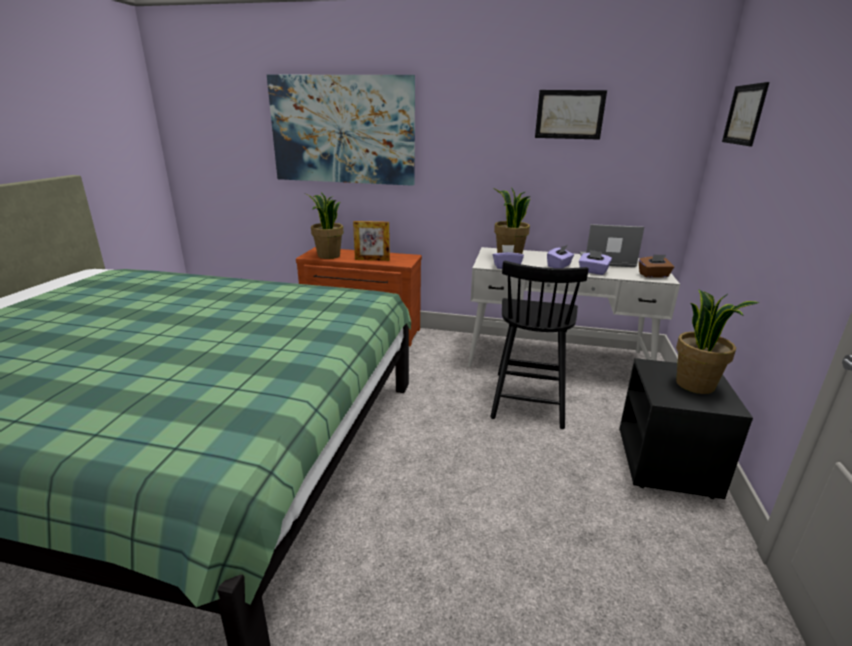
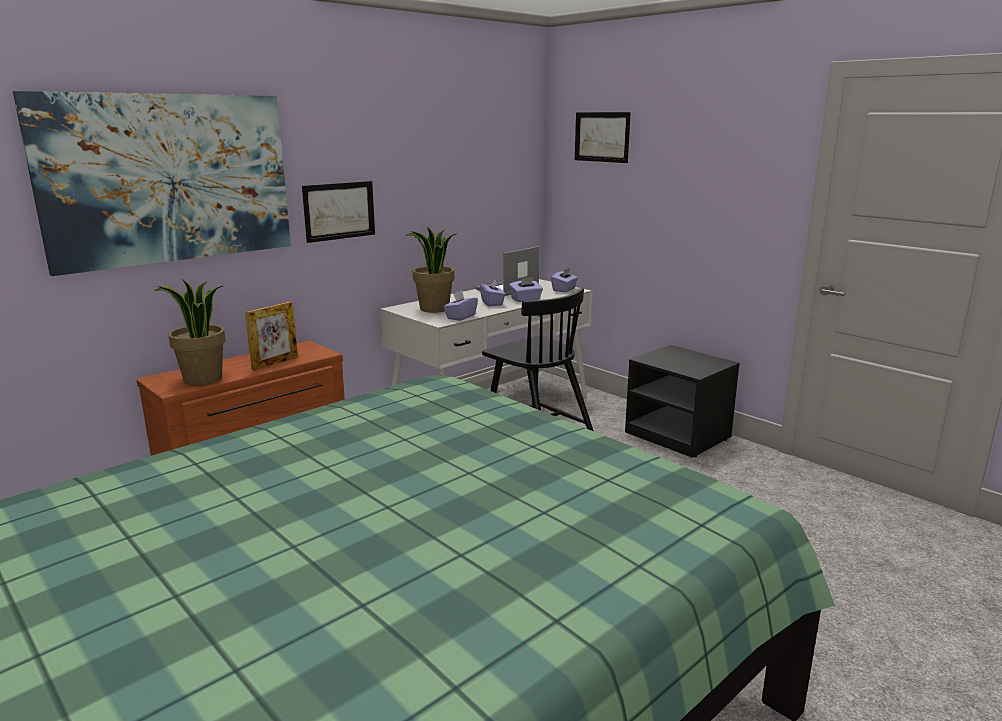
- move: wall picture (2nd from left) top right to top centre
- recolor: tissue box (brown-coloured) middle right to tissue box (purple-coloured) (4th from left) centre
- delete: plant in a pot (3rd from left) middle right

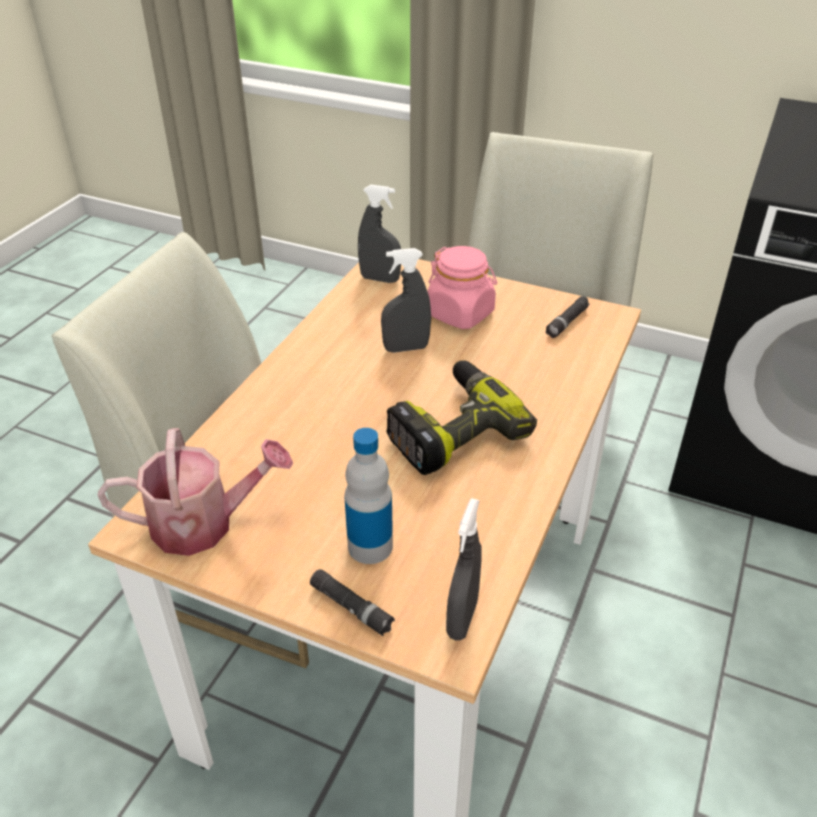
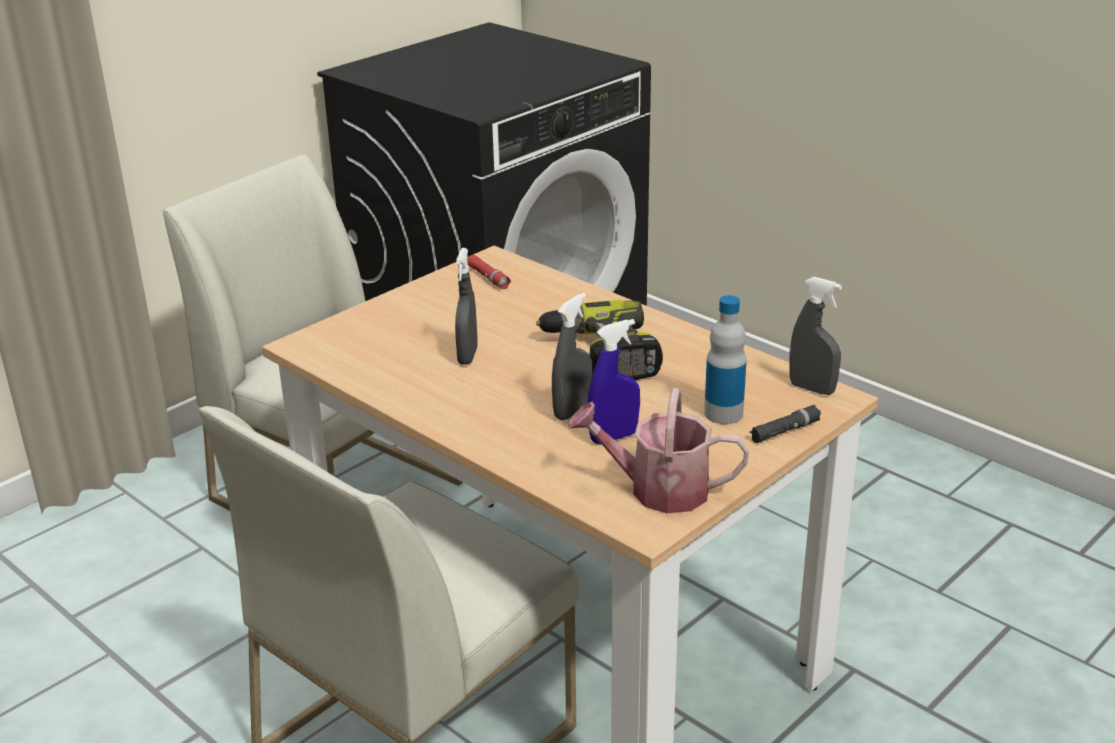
- rotate: sprinkling can middle left = centre 90 degrees counterclockwise
- move: sprayer (grey) (1st from left in the first image) top centre to sprayer (grey) (2nd from left) centre
- delete: jar (pink-coloured) centre
- recolor: flashlight (black) (2nd from left) middle right to flashlight (red) centre
- insert: sprayer (bluish) centre

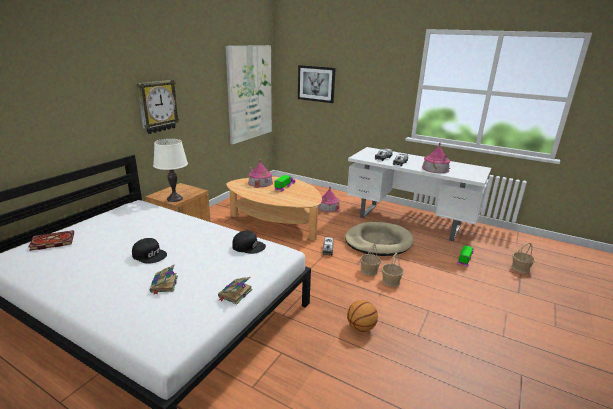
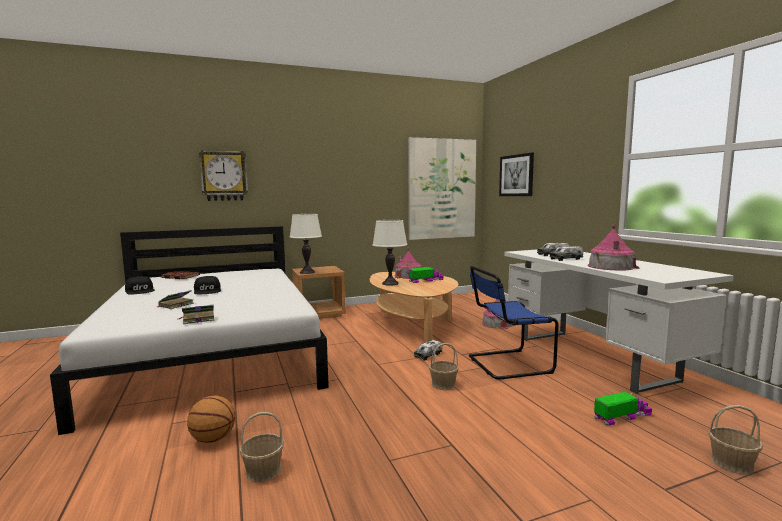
- move: clock on the wall top left to middle left
- move: cap (black) (2nd from left in the first image) centre to cap (black) (1st from left) middle left
- replace: pet bed (sand-coloured) centre to chair (bluish) centre
- move: basketball bottom centre to bottom left
- move: basket (2nd from left in the first image) centre to basket (1st from left) bottom centre
- insert: tabletop lamp (white-coloured) (2nd from left) centre

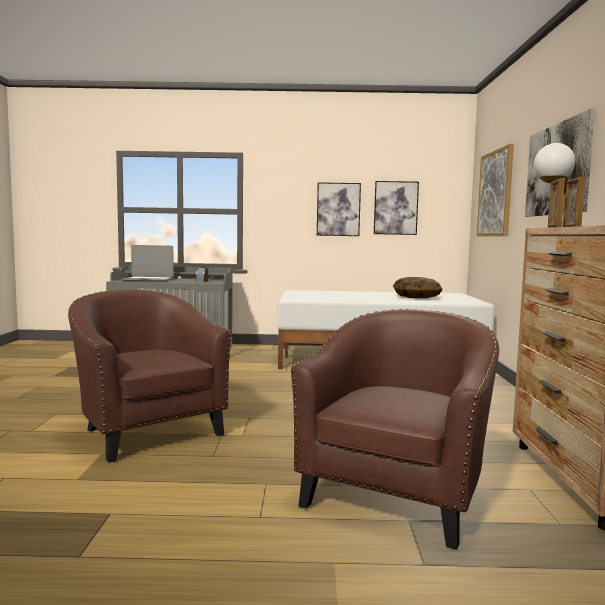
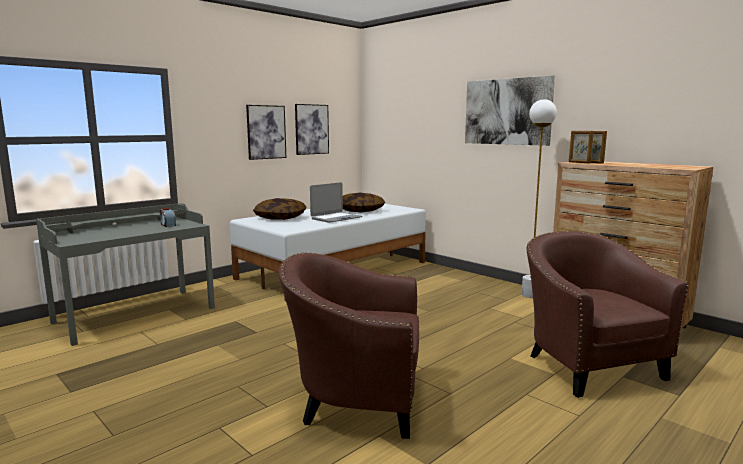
- move: laptop middle left to centre
- delete: wall picture (3rd from left) top right
- insert: pillow (1st from left) centre

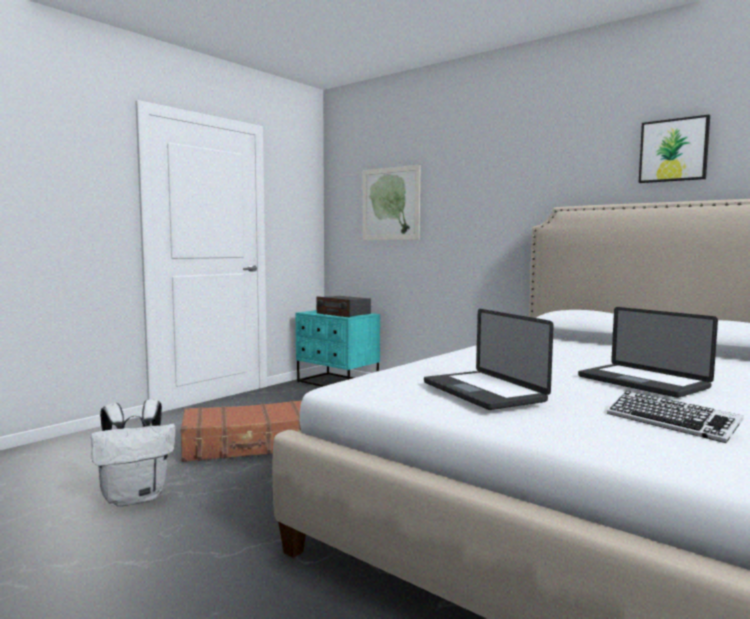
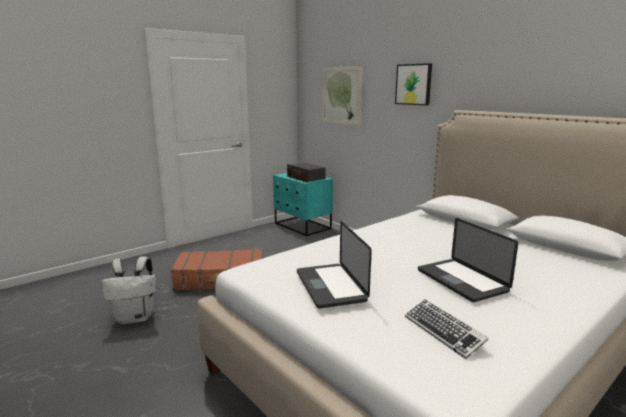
- move: wall picture (2nd from left) top right to top centre

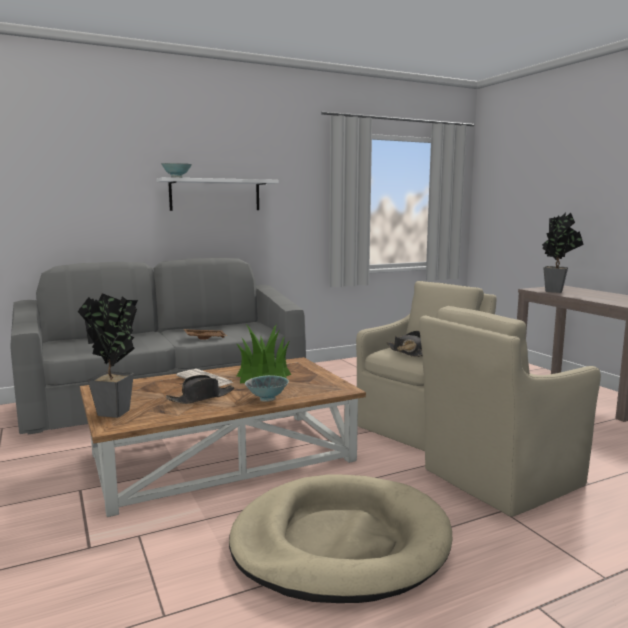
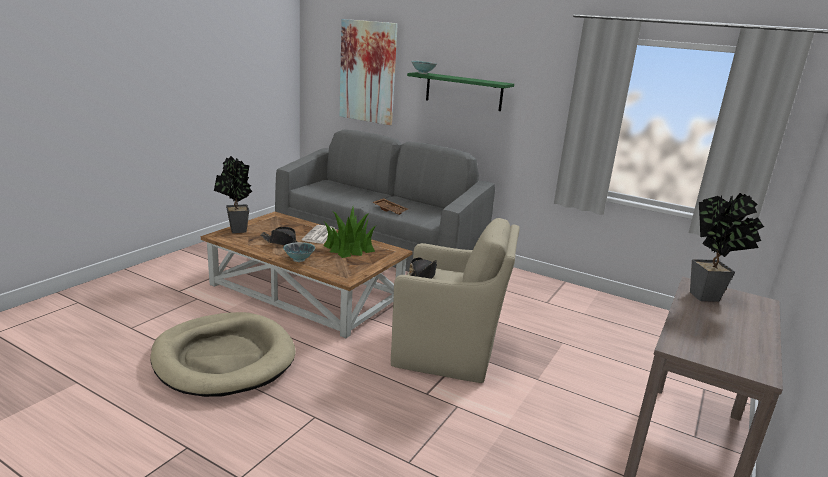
- recolor: bracket shelf (white-coloured) top centre to bracket shelf (greenish) top centre
- delete: armchair (sand-coloured) (2nd from left) middle right
- insert: wall picture top centre

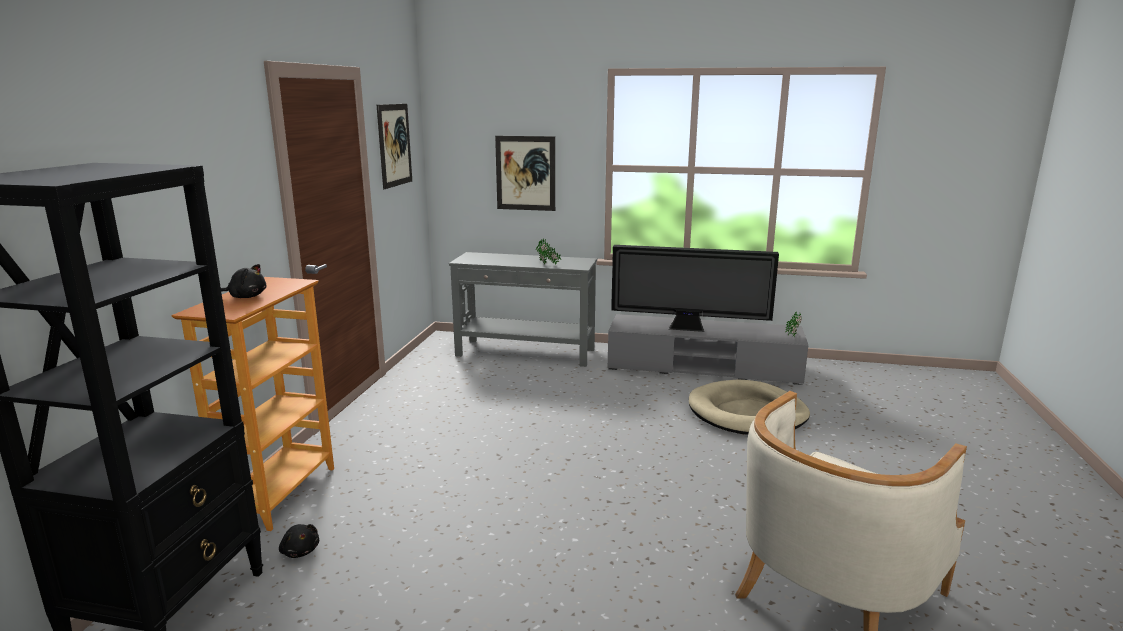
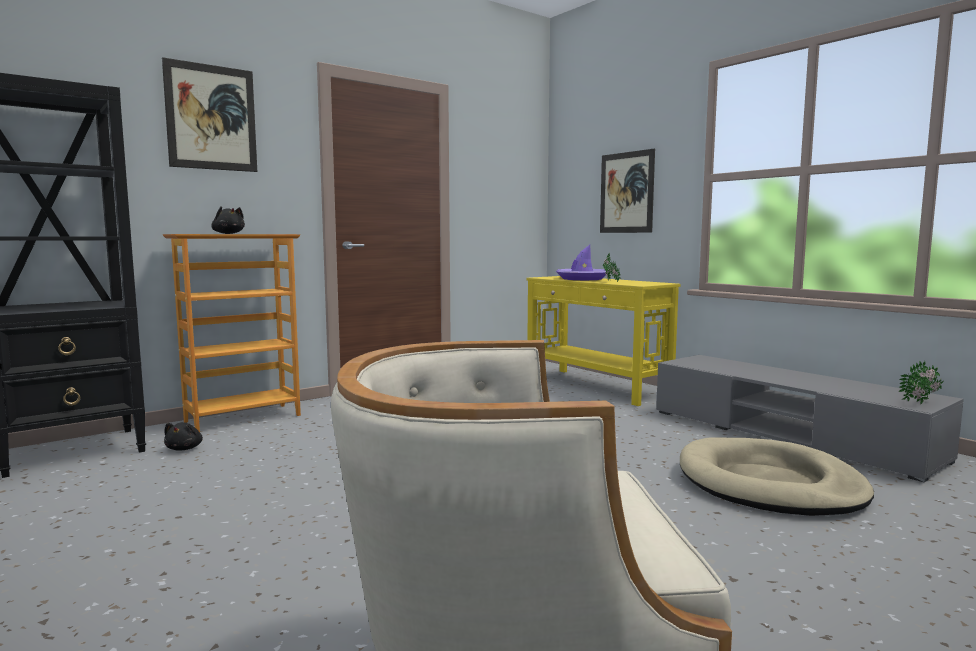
- move: wall picture (1st from left) top centre to top left
- recolor: console table (grey) centre to console table (yellow) centre
- delete: TV centre
- insert: wearable hat (purple-coloured) centre

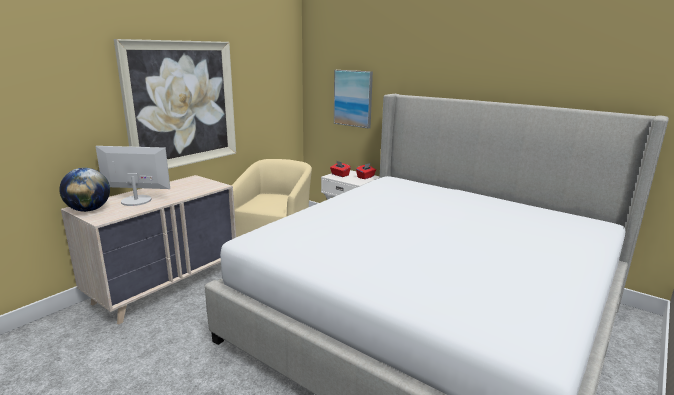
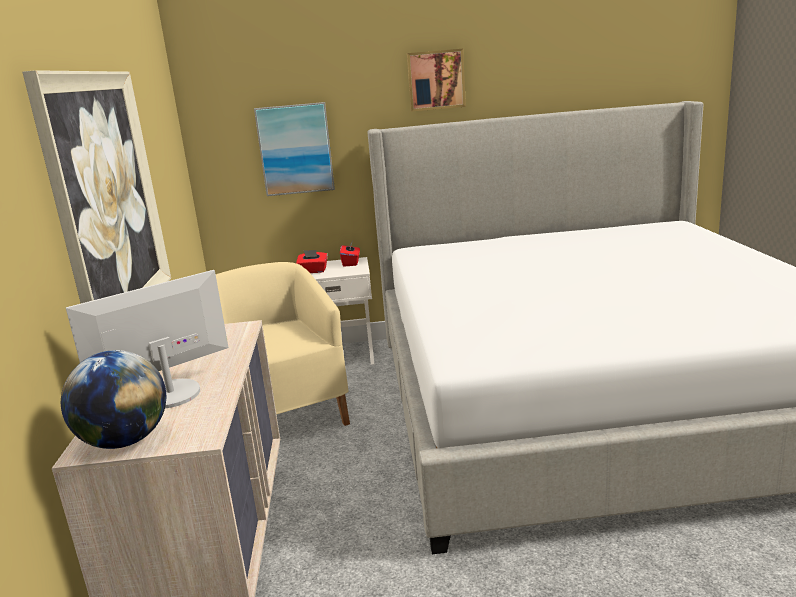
- insert: wall picture (3rd from left) top centre

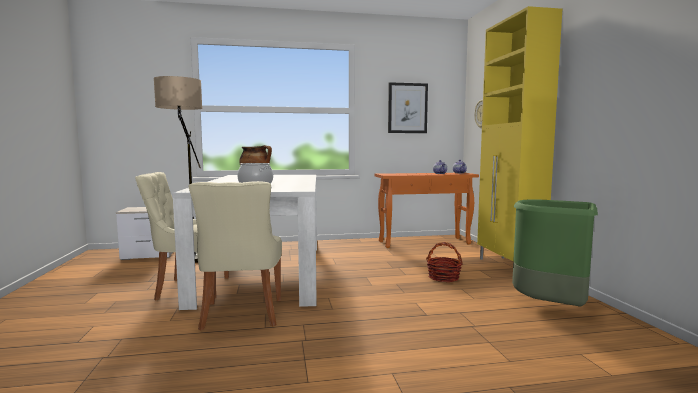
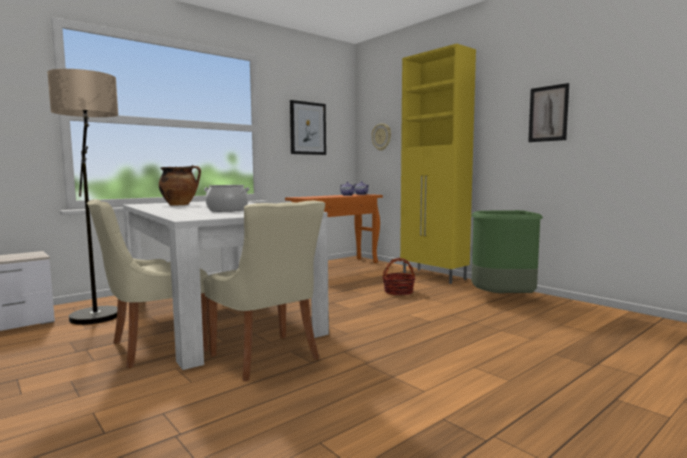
- insert: wall picture (2nd from left) top right

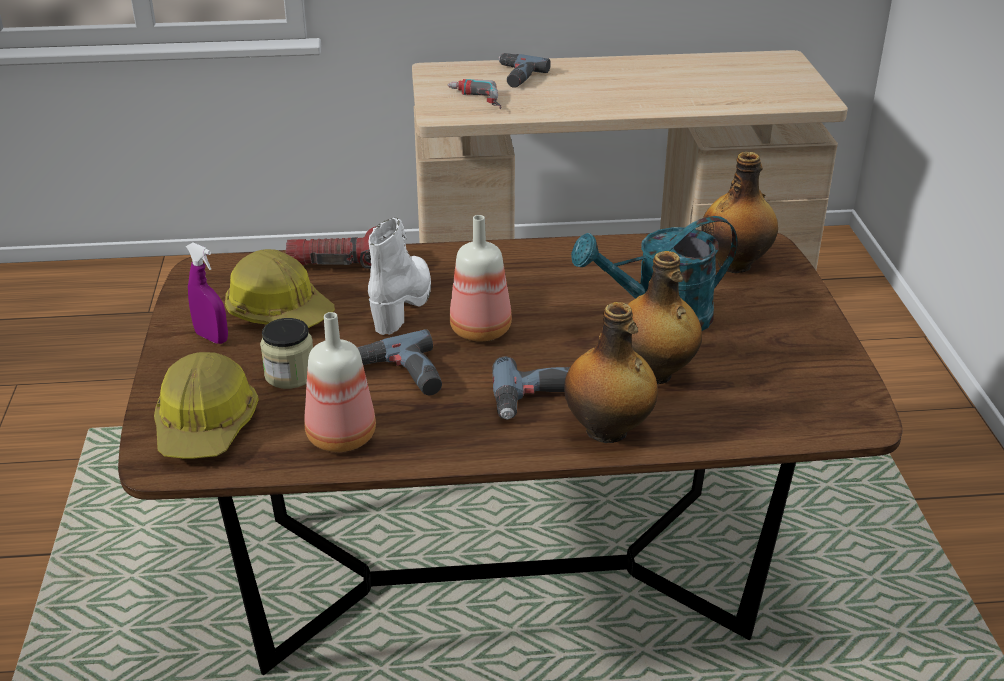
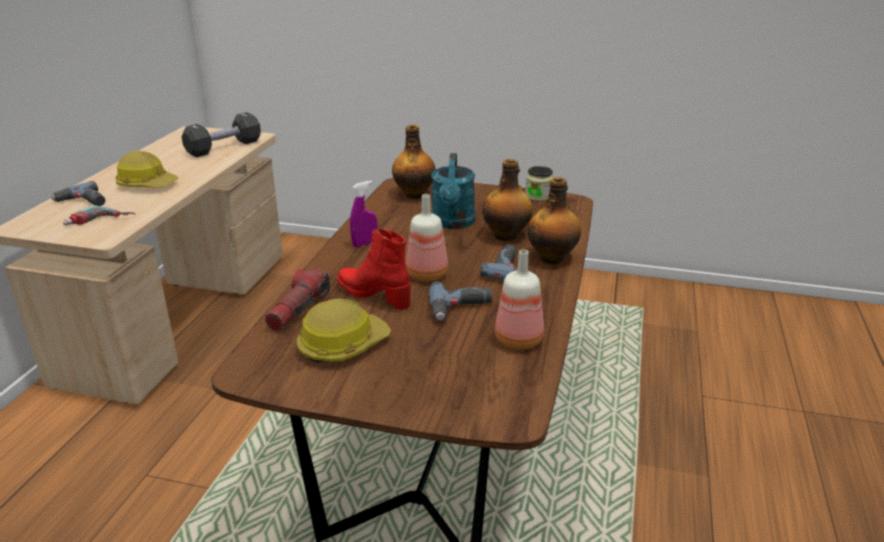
- move: safety helmet (1st from left) middle left to top left
- move: sprayer (purple-coloured) middle left to centre
- move: jar middle left to centre
- recolor: boot (white-coloured) centre to boot (red) centre
- insert: dumbbell (black) top left

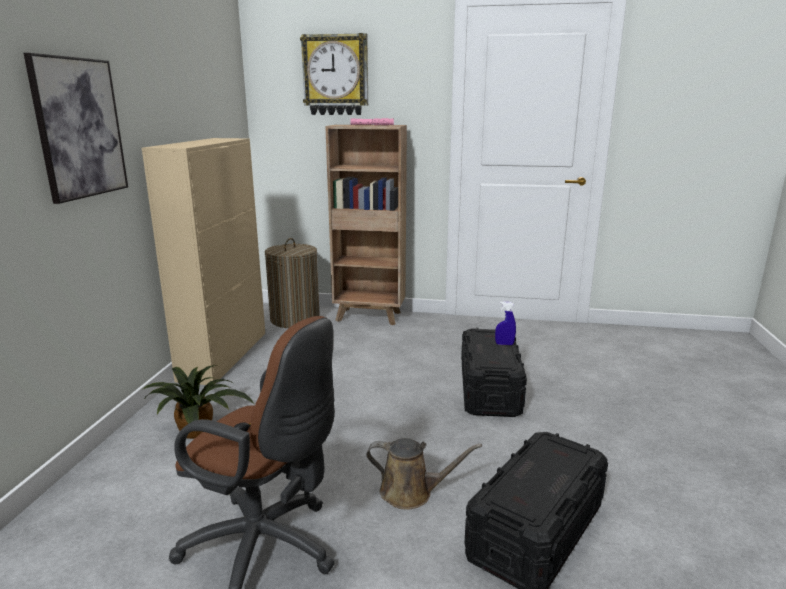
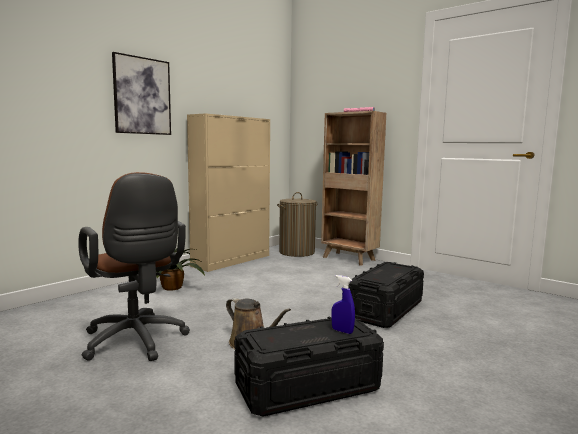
- delete: clock on the wall top centre
- move: sprayer (bluish) centre to bottom centre

